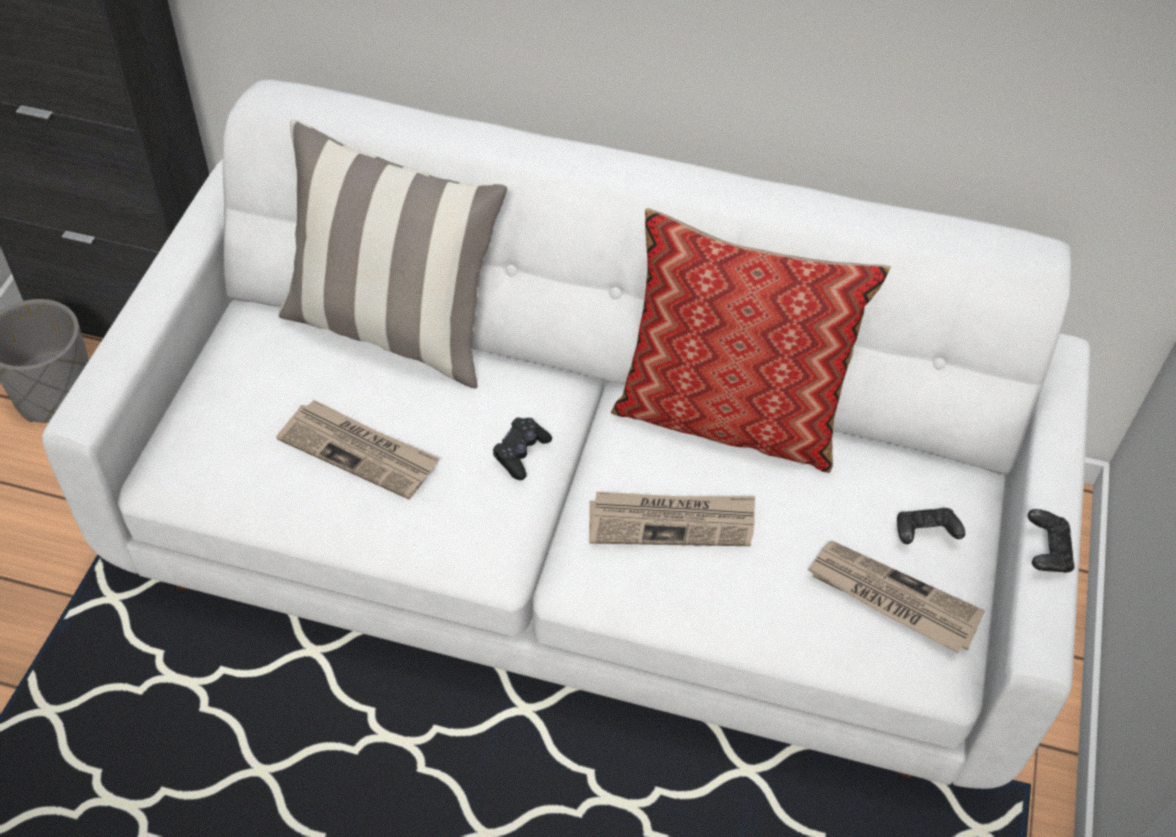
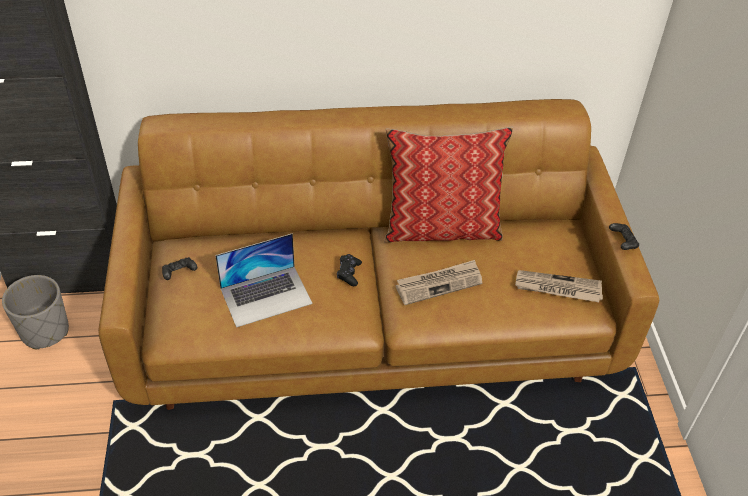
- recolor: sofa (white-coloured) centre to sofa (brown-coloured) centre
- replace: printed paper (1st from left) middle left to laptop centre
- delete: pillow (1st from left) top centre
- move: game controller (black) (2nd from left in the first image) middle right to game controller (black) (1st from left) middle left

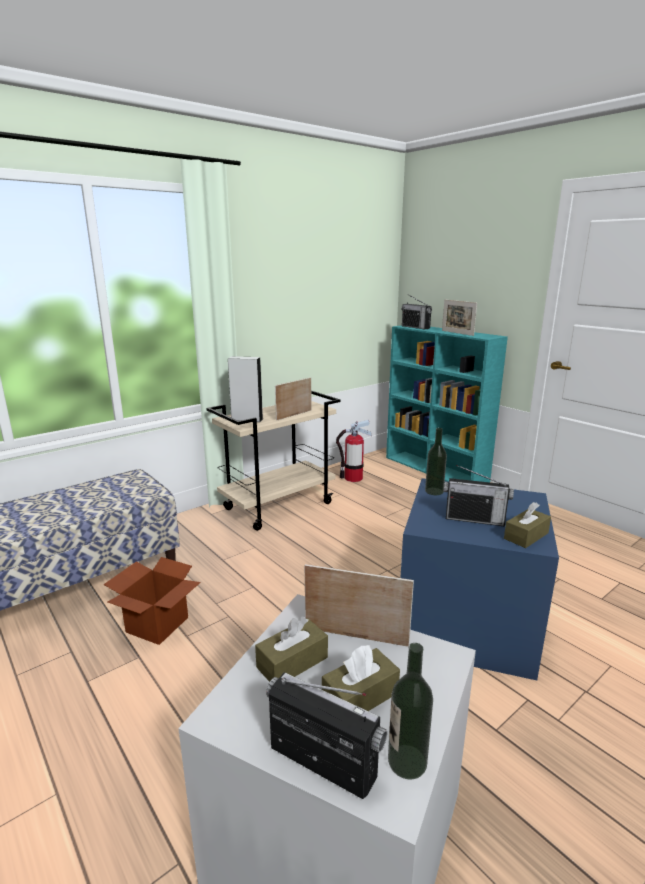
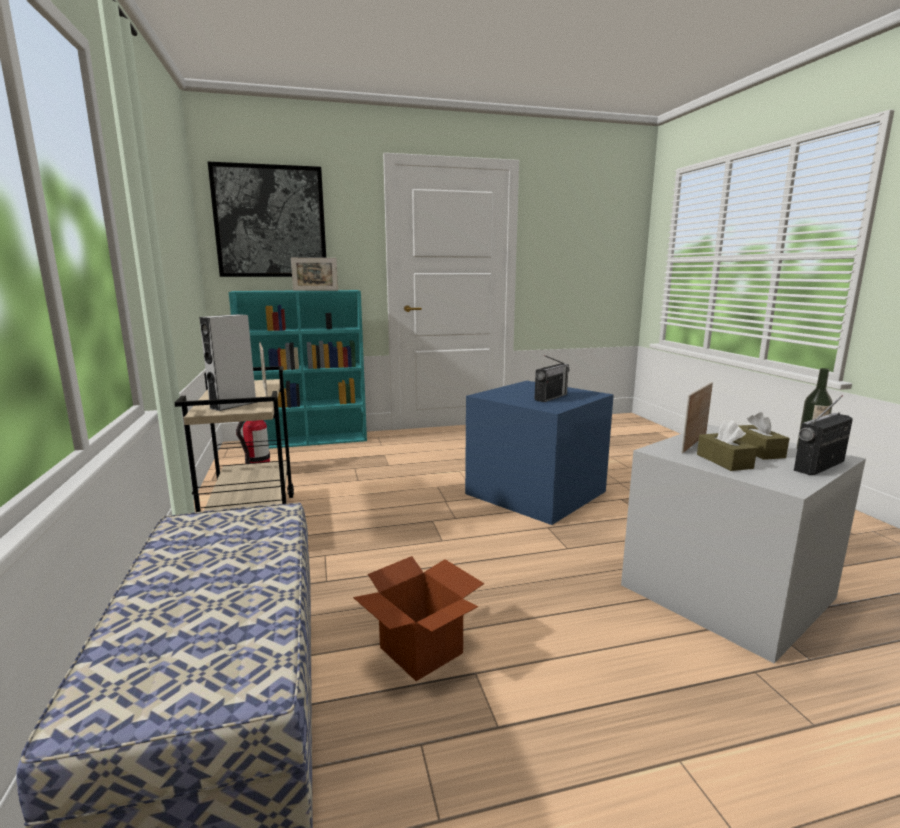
- delete: radio (2nd from left) centre
- delete: bottle (2nd from left) middle right
- delete: tissue box (brown-coloured) (3rd from left) middle right
- insert: wall picture top left

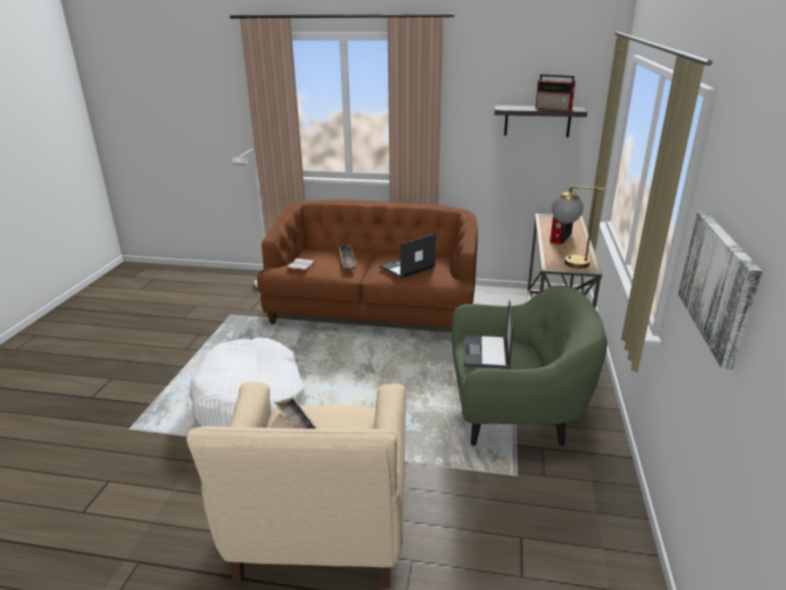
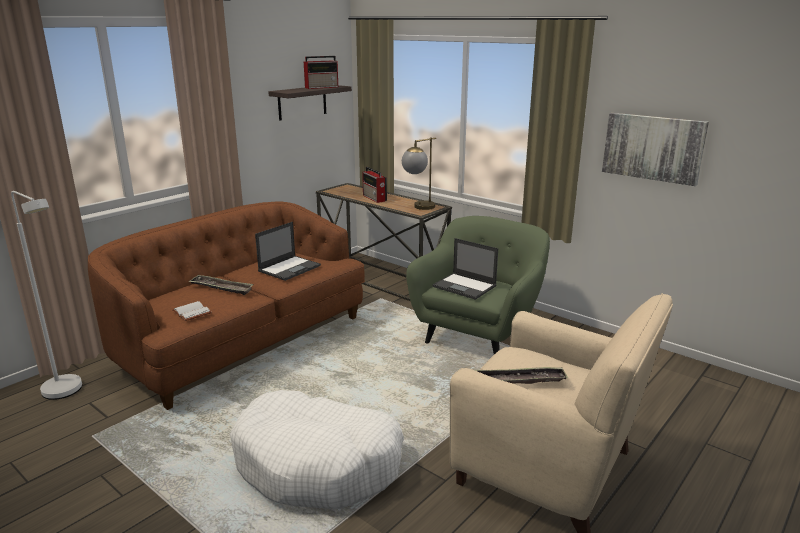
- rotate: laptop (1st from left) centre = centre 135 degrees counterclockwise

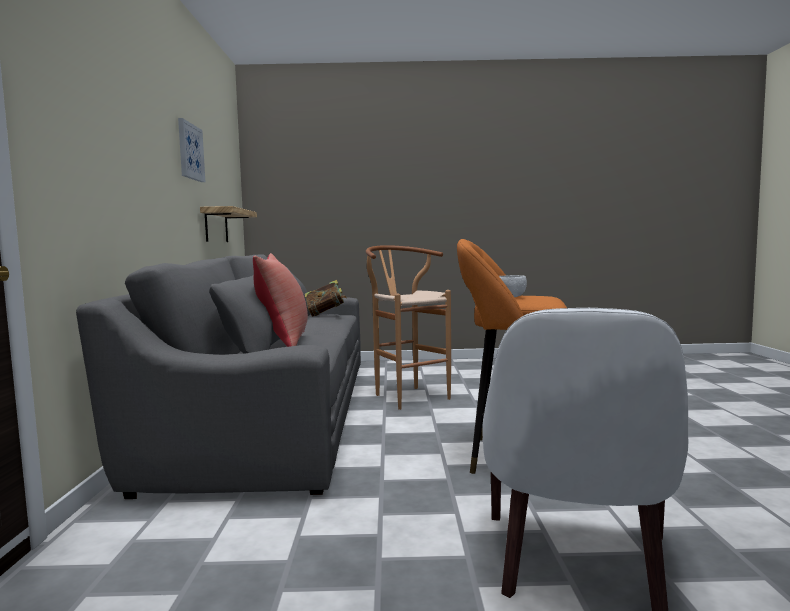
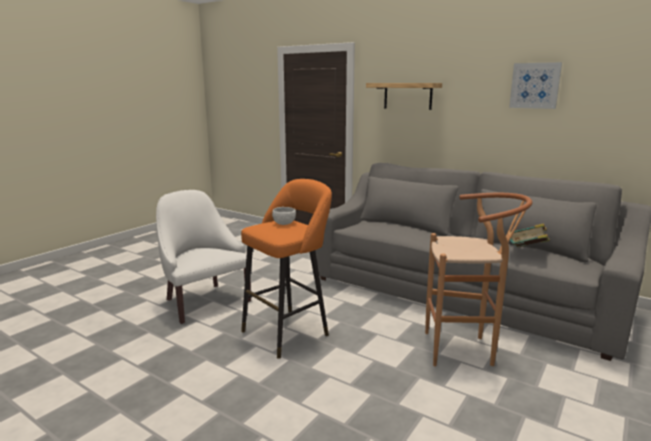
- move: bracket shelf middle left to top centre
- delete: pillow (red) centre

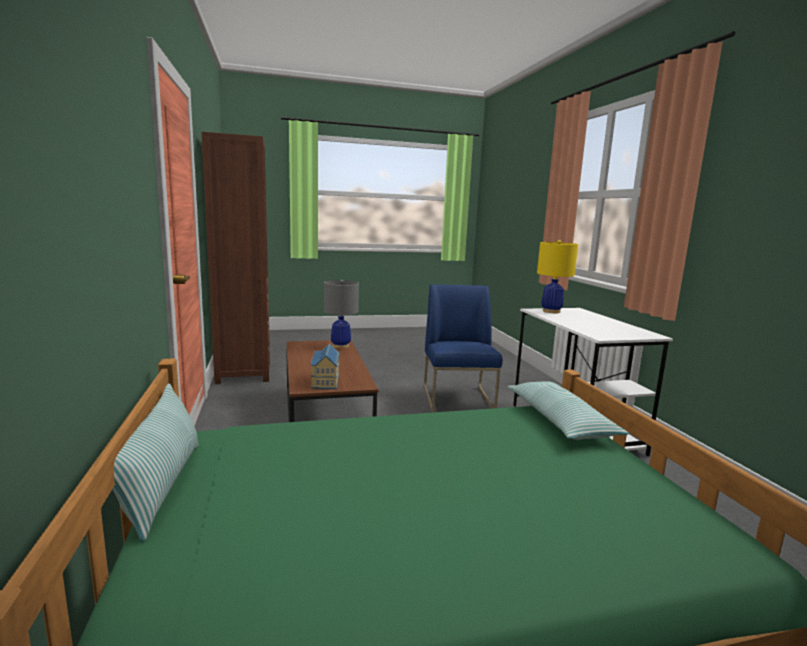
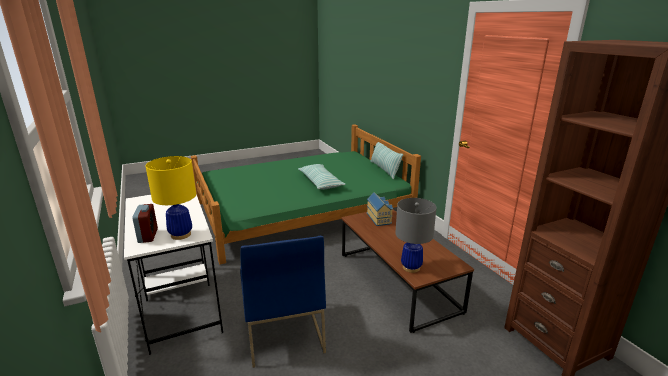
- move: pillow (2nd from left in the first image) middle right to pillow (1st from left) centre
- insert: table clock middle left

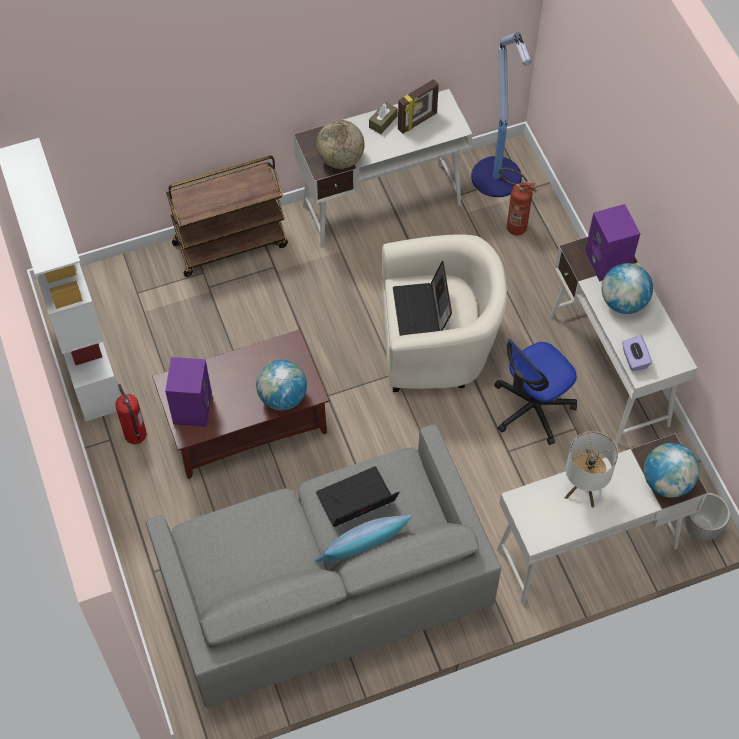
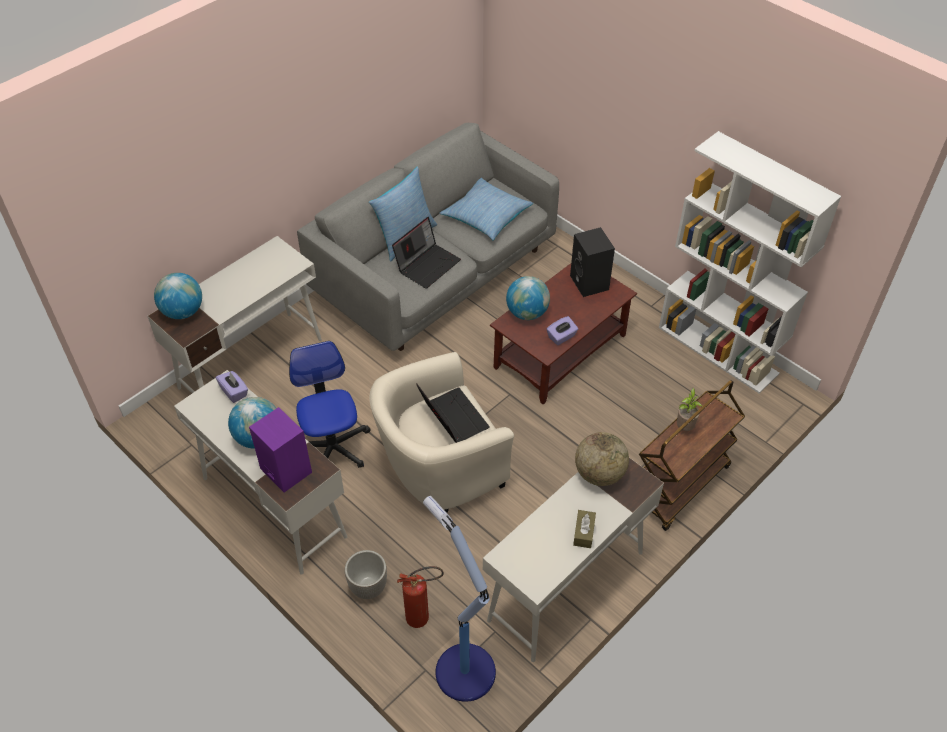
- delete: fire-fighting cylinder (1st from left) middle left
- recolor: speaker (purple-coloured) (1st from left) middle left to speaker (black) centre
- delete: photo frame top centre
- rotate: computer chair middle right = centre 45 degrees counterclockwise
- delete: tabletop lamp middle right
- move: flower pot bottom right to bottom centre
- insert: pillow (2nd from left) top centre
- insert: tissue box (purple-coloured) (2nd from left) centre
- insert: plant in a pot middle right

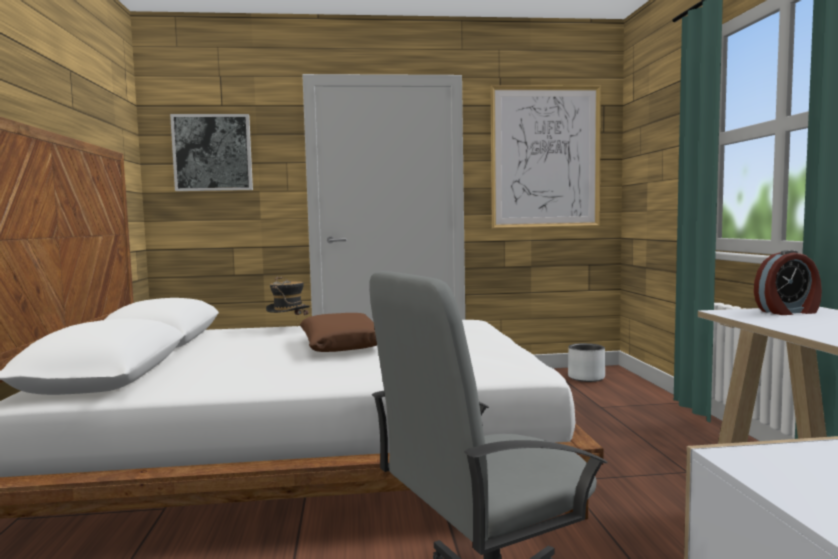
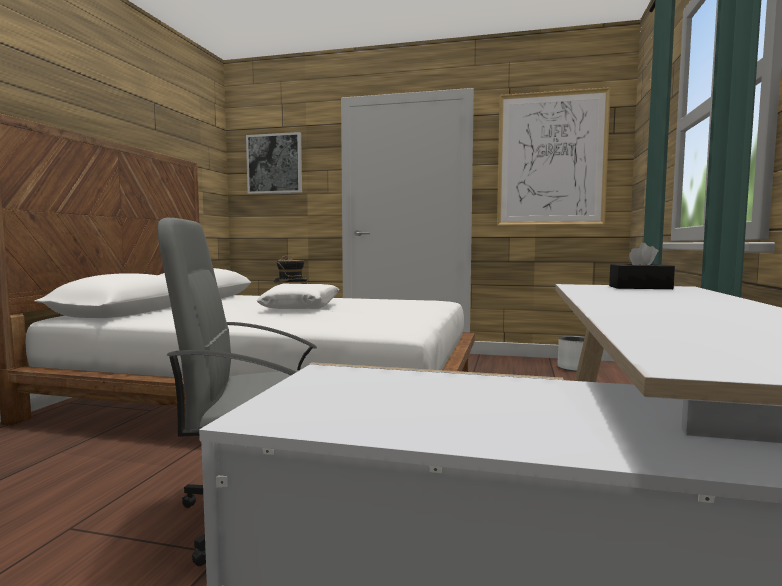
- recolor: pillow (brown-coloured) centre to pillow (white-coloured) centre
- replace: table clock middle right to tissue box (black) middle right

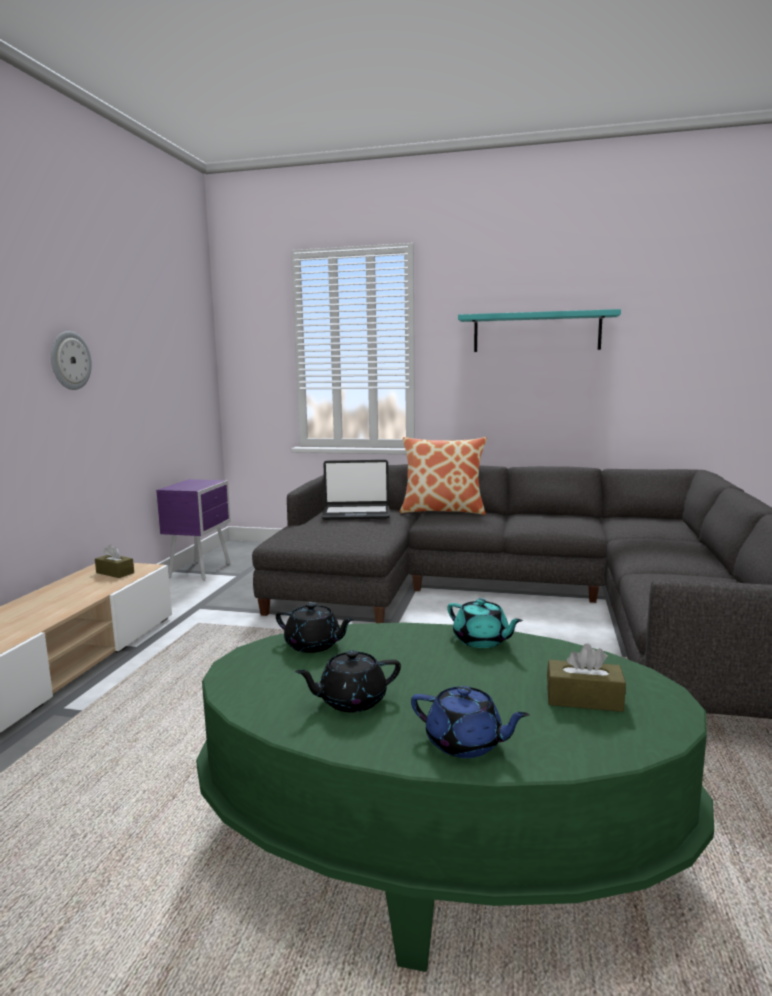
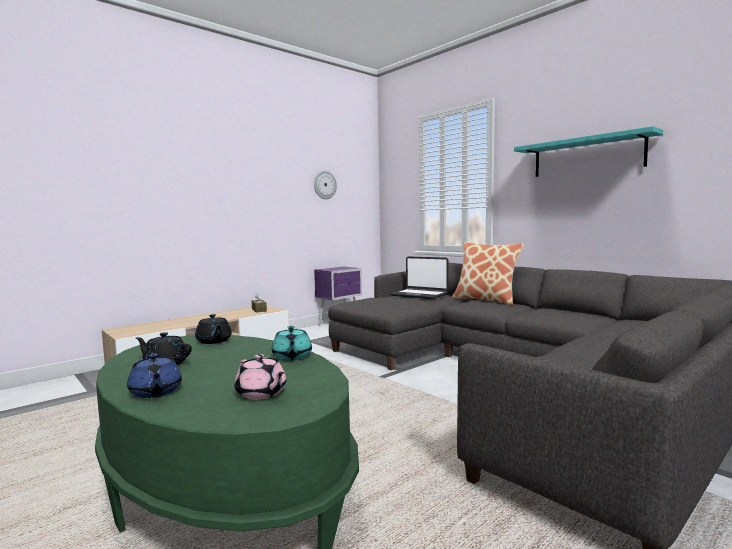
- move: clock on the wall middle left to centre
- replace: tissue box (brown-coloured) (2nd from left) bottom right to pot for tea (pink-coloured) bottom centre

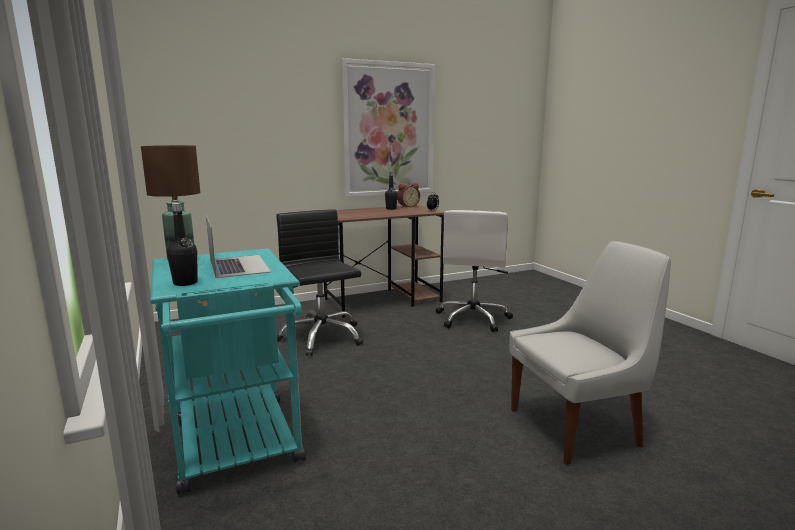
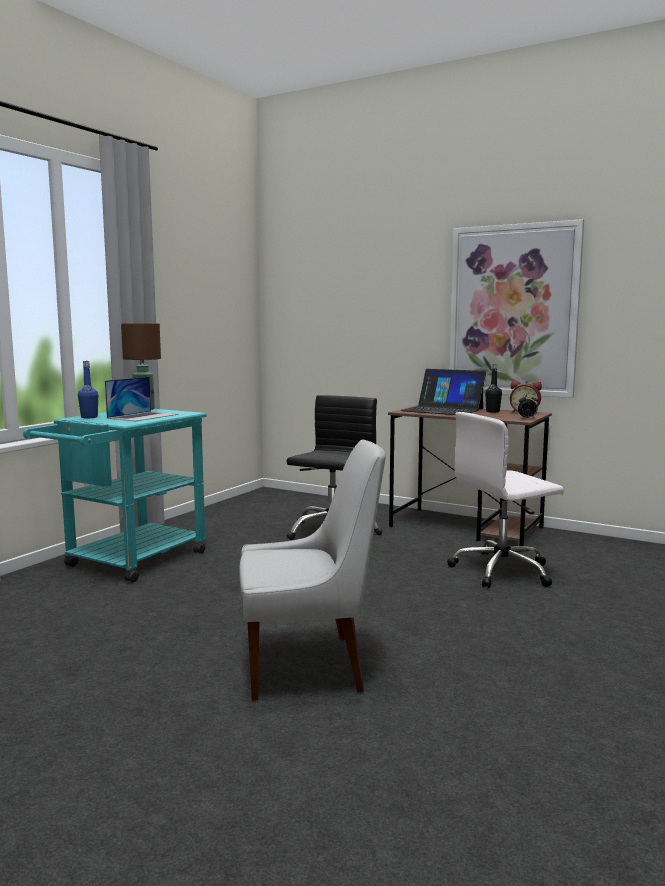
- recolor: bottle (black) (1st from left) middle left to bottle (bluish) middle left
- rotate: chair (white-coloured) middle right = centre 45 degrees counterclockwise
- insert: laptop (2nd from left) centre

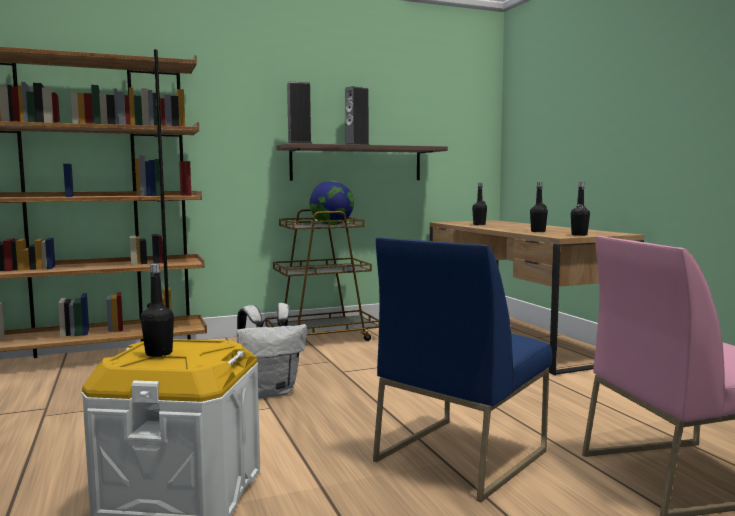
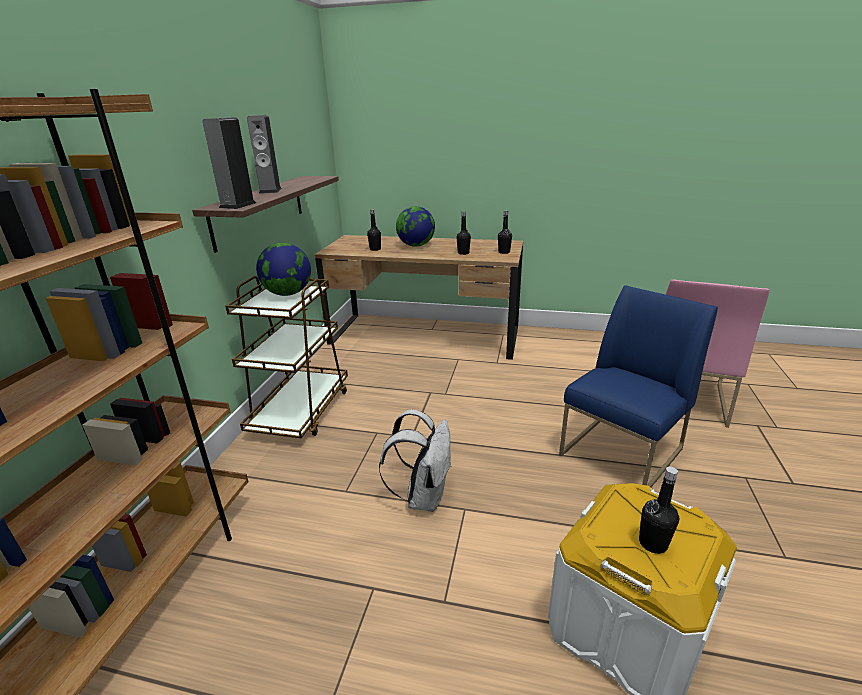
- rotate: chair (bluish) bottom centre = middle right 120 degrees counterclockwise
- insert: world globe (2nd from left) top centre

